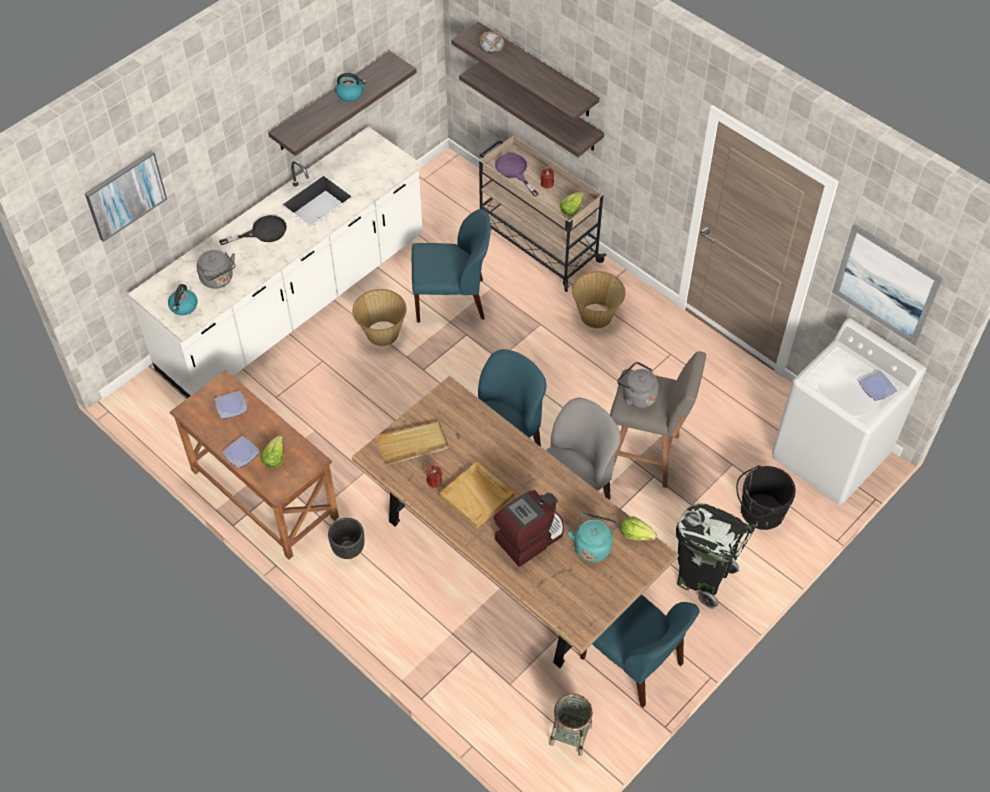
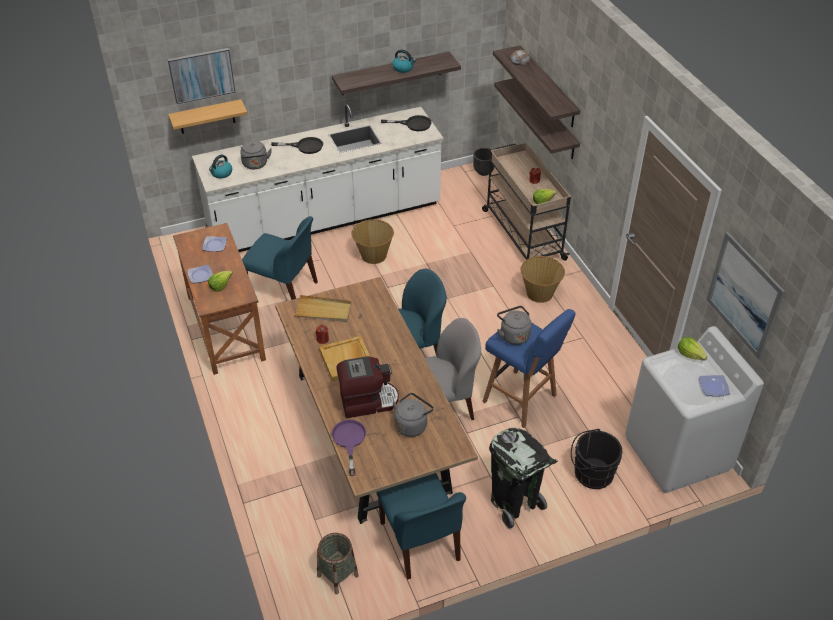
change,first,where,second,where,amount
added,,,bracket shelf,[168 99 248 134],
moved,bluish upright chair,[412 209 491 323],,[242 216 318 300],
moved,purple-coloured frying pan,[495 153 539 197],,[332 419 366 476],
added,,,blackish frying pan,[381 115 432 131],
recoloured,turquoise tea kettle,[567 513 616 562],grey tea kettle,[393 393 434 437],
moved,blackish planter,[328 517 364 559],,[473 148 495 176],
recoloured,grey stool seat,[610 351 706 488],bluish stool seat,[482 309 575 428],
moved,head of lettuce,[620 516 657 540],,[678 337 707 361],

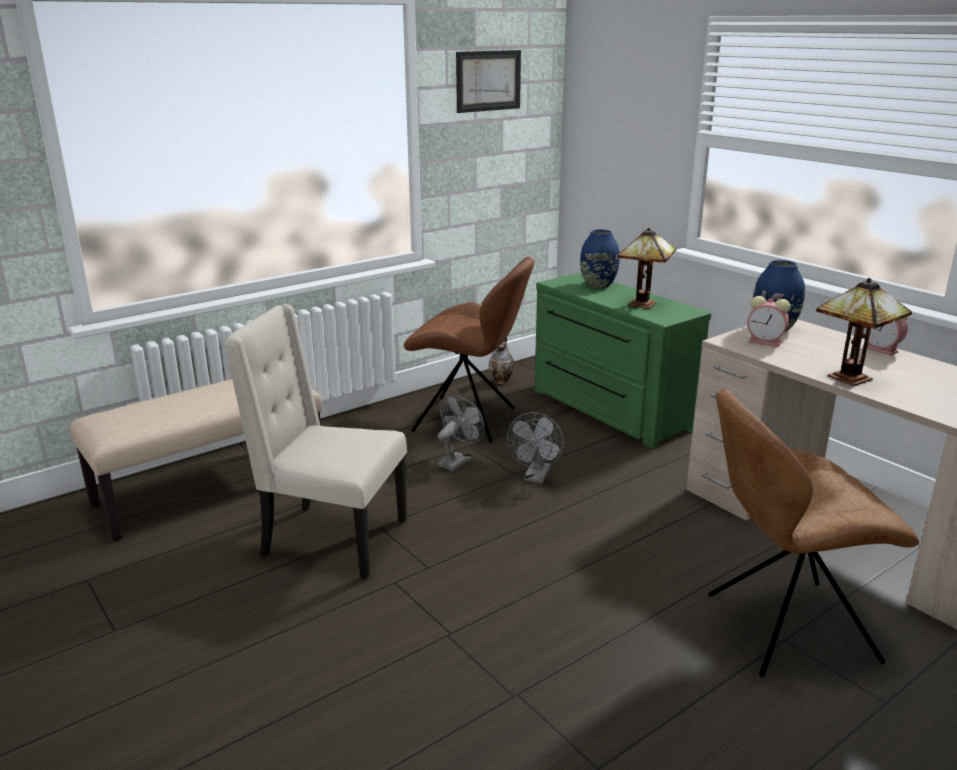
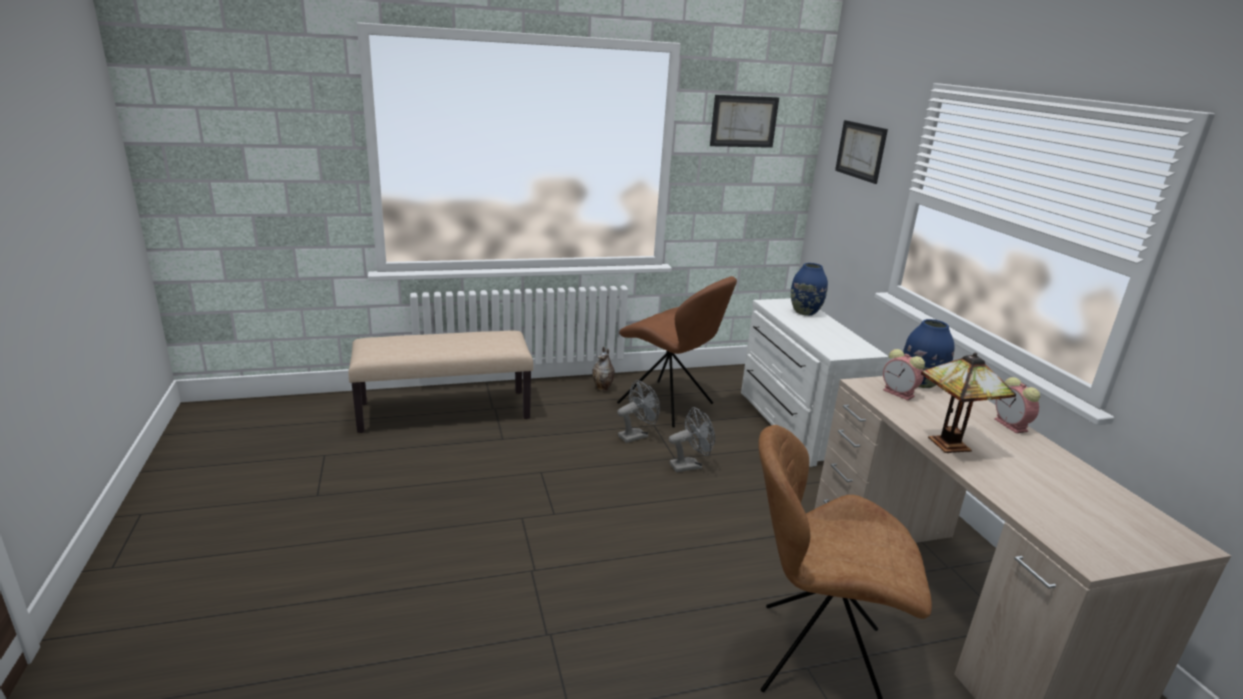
change,first,where,second,where,amount
moved,decorative vase,[489 337 514 384],,[592 347 615 391],
turned,grey fan,[507 412 564 483],,[669 407 715 472],150 degrees counterclockwise
recoloured,green drawer chest,[534 272 711 448],white-coloured drawer chest,[741 298 888 467],
added,,,wall art,[835 120 888 184],
removed,beige upright chair,[224 304 407 580],,,
removed,table lamp,[617 228 676 309],,,

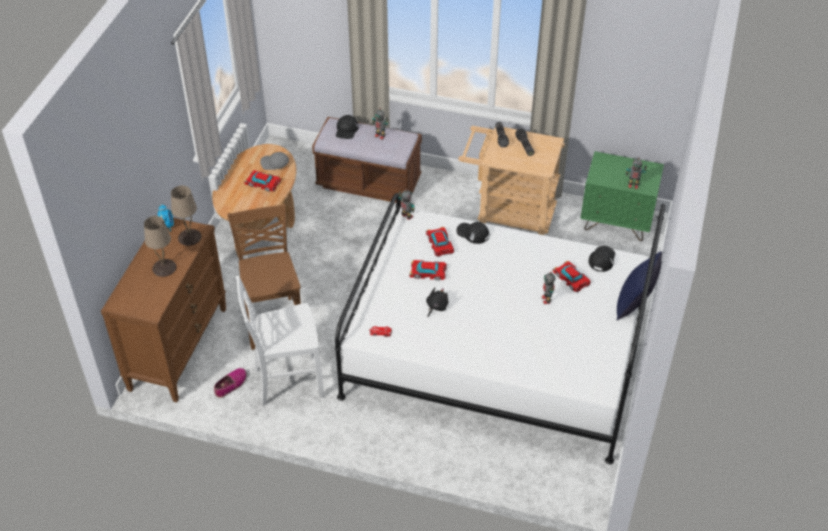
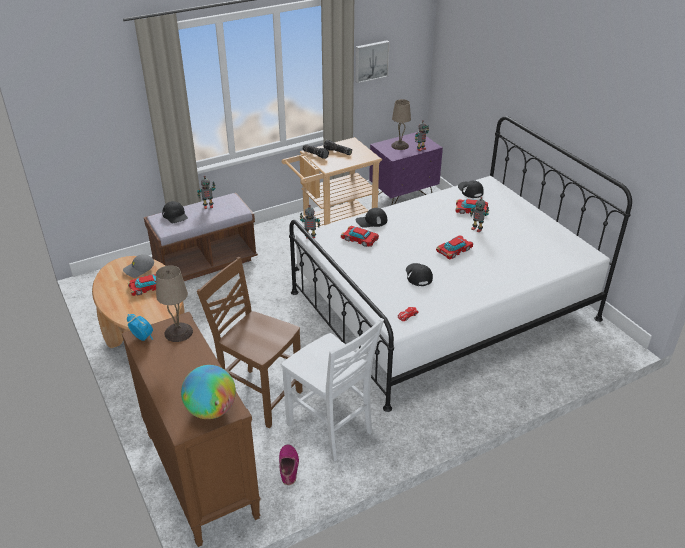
change,first,where,second,where,amount
added,,,desk globe,[181 365 236 419],
turned,white-coloured upright chair,[236 276 324 406],,[282 318 384 462],75 degrees counterclockwise
added,,,wall art,[355 40 390 83],
recoloured,green bedside table,[581 151 664 241],purple-coloured bedside table,[369 132 443 205],
moved,beige table lamp,[144 216 177 277],,[391 99 411 150],
replaced,blackish soft toy,[426 287 449 317],blackish peaked cap,[406 263 433 286],
moved,miniature car,[410 260 447 280],,[436 236 473 260],
removed,bluish pillow,[617 252 662 320],,,

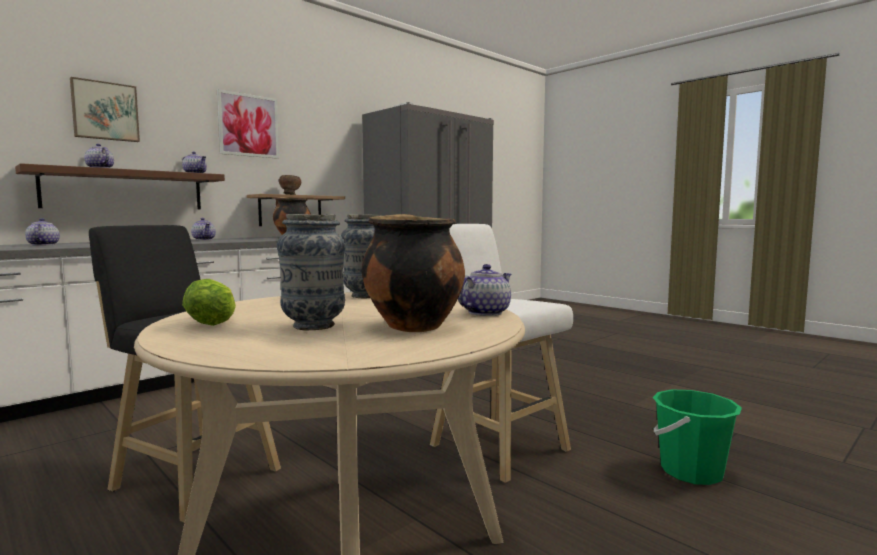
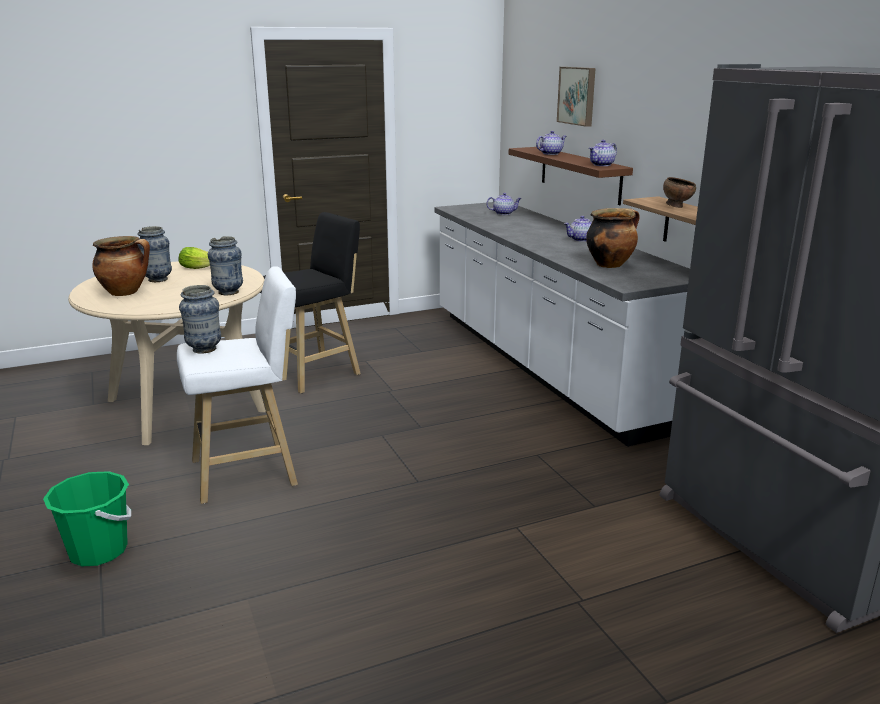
change,first,where,second,where,amount
added,,,decorative vase,[179 285 221 354],
removed,wall art,[217 89 279 159],,,
removed,pot for tea,[458 264 512 316],,,

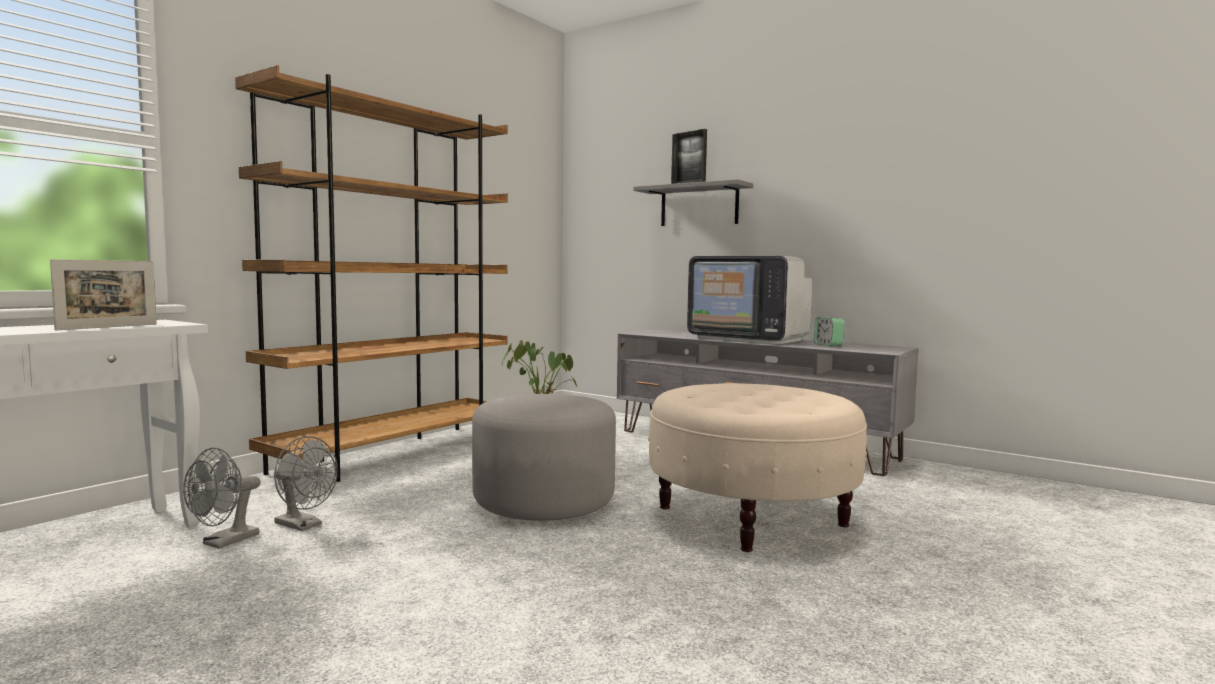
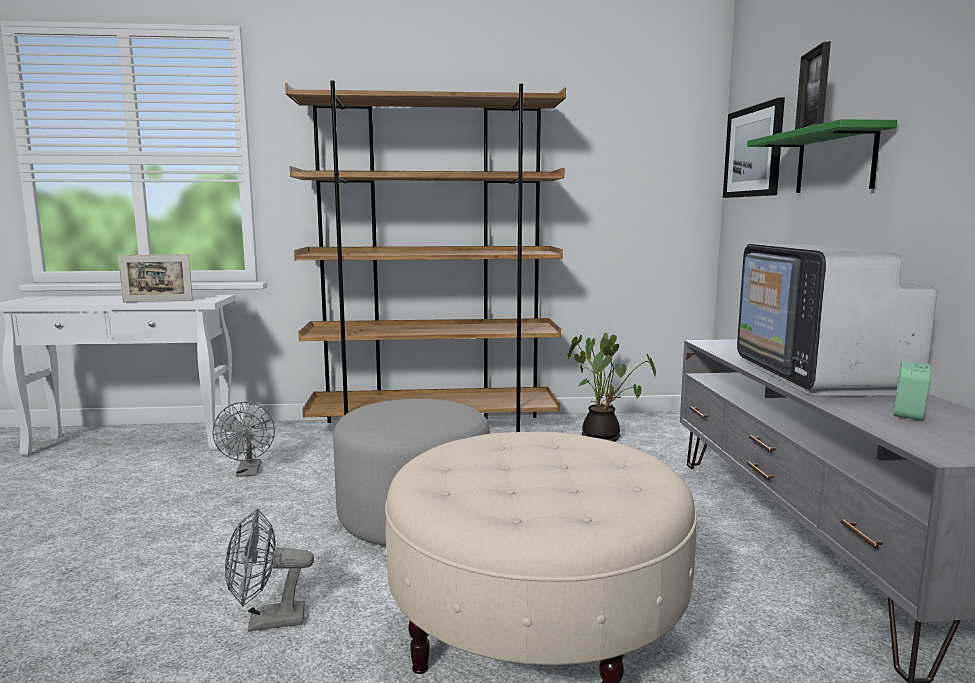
change,first,where,second,where,amount
moved,grey fan,[183 448 260 549],,[225 509 314 632],
added,,,wall art,[723 97 785 198],
recoloured,grey bracket shelf,[633 179 753 226],green bracket shelf,[747 119 897 193],

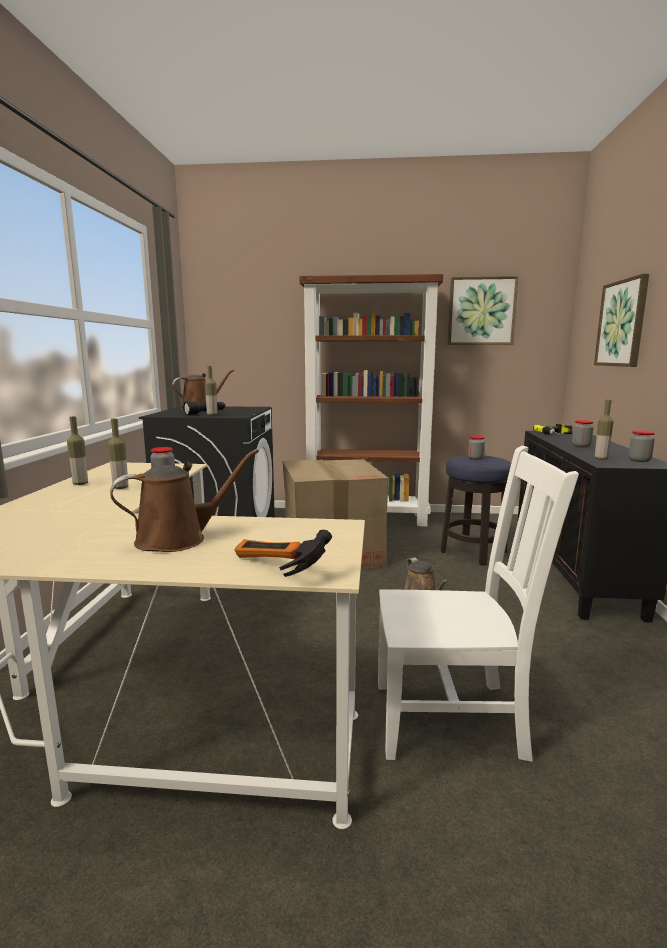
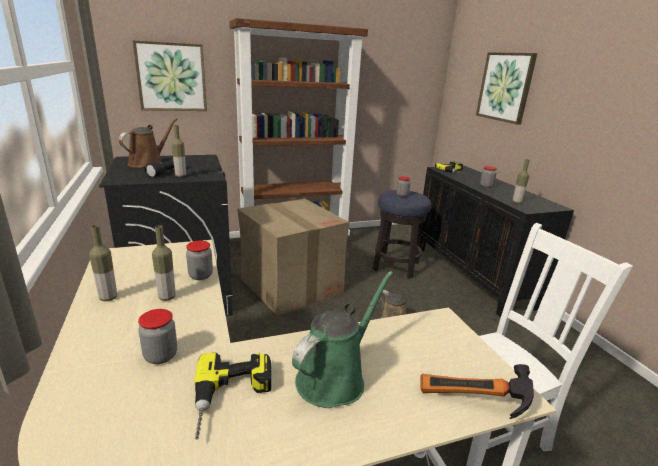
change,first,where,second,where,amount
moved,wall art,[448 276 519 345],,[132 40 207 111],
moved,preserve jar,[629 430 655 462],,[138 309 177 364],
added,,,power drill,[194 353 271 440],
recoloured,brown-coloured watering pot,[110 449 259 552],green watering pot,[292 271 393 408],

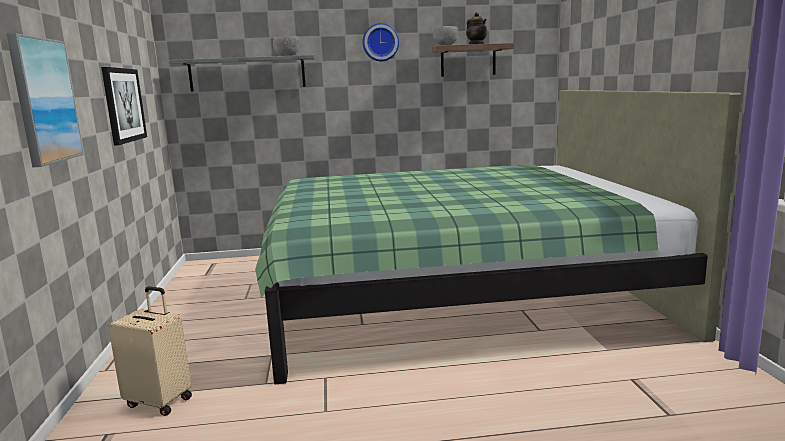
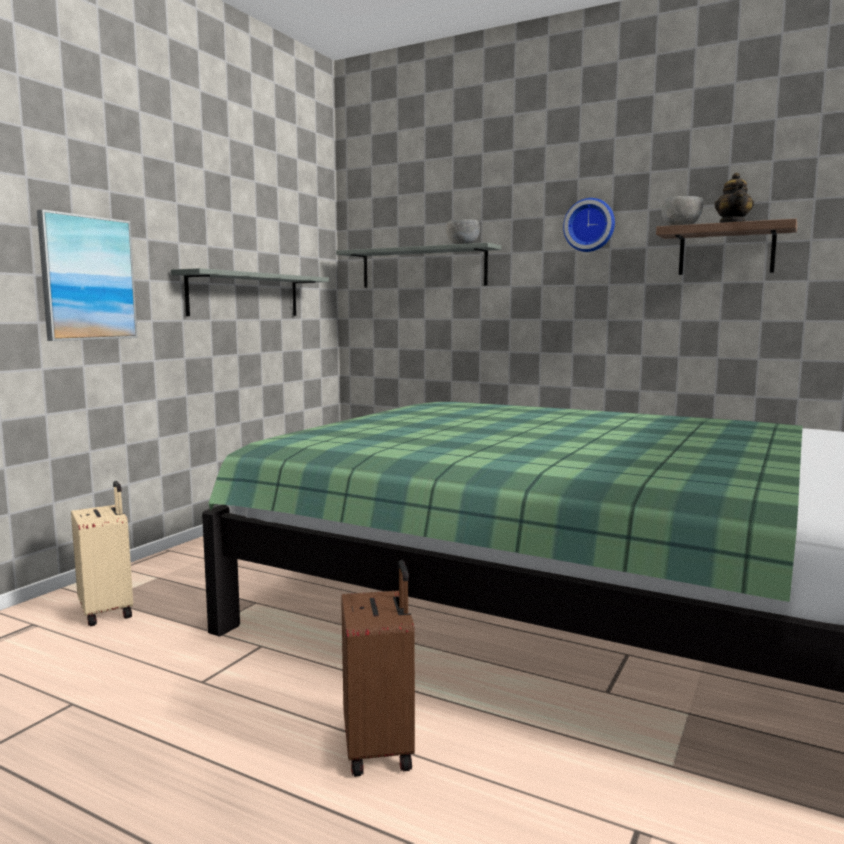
change,first,where,second,where,amount
replaced,wall art,[101 67 147 146],grey bracket shelf,[171 268 329 316],
added,,,brown-coloured travel case,[341 560 415 777],

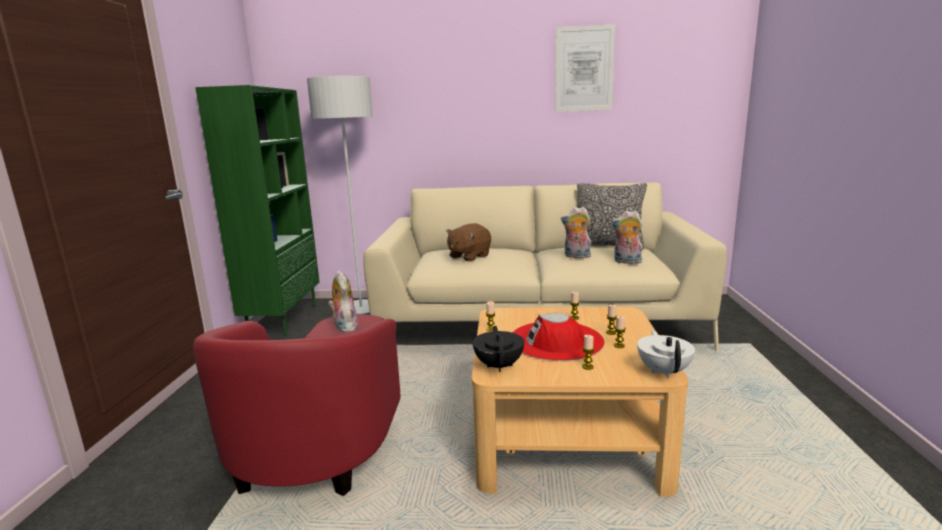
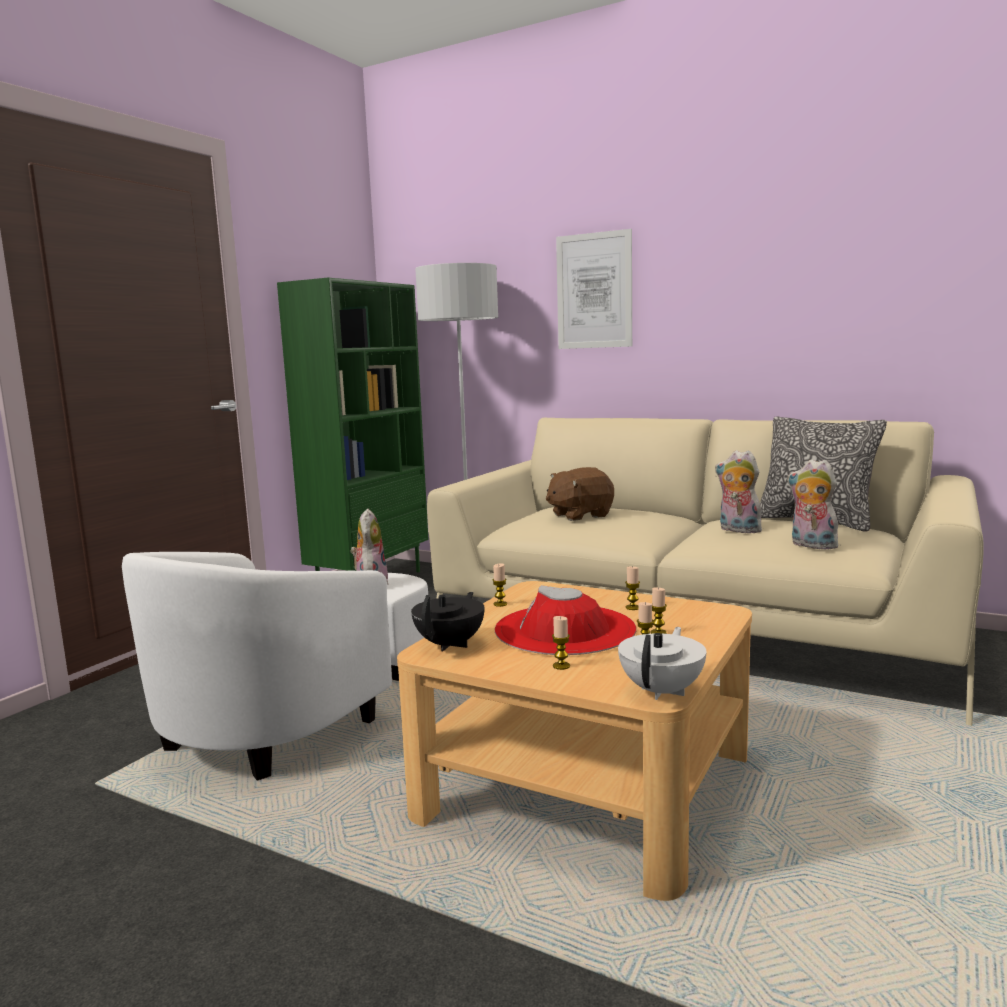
change,first,where,second,where,amount
recoloured,reddish lounge chair,[193 314 400 496],white-coloured lounge chair,[122 552 428 780],
moved,wall art,[555 24 615 112],,[556 229 632 349],

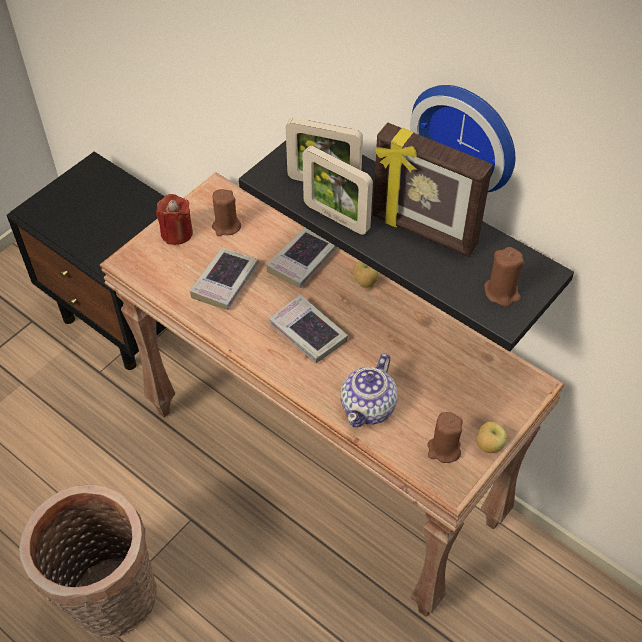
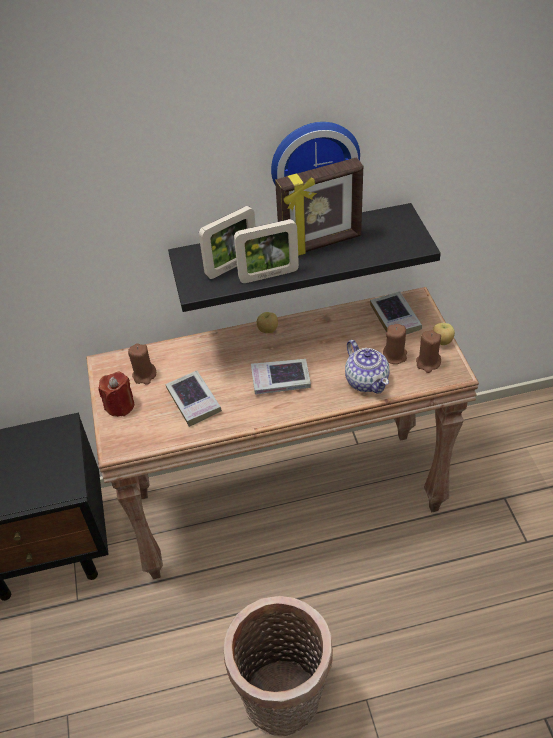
change,first,where,second,where,amount
moved,bound book,[266 227 338 288],,[370 291 422 335],
moved,brown-coloured wax light,[484 247 524 307],,[383 324 407 364],

